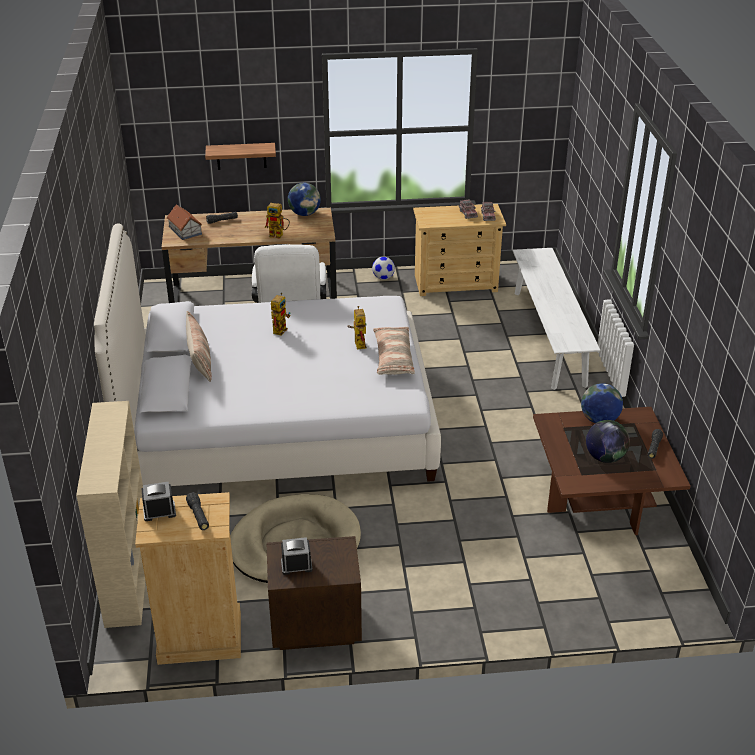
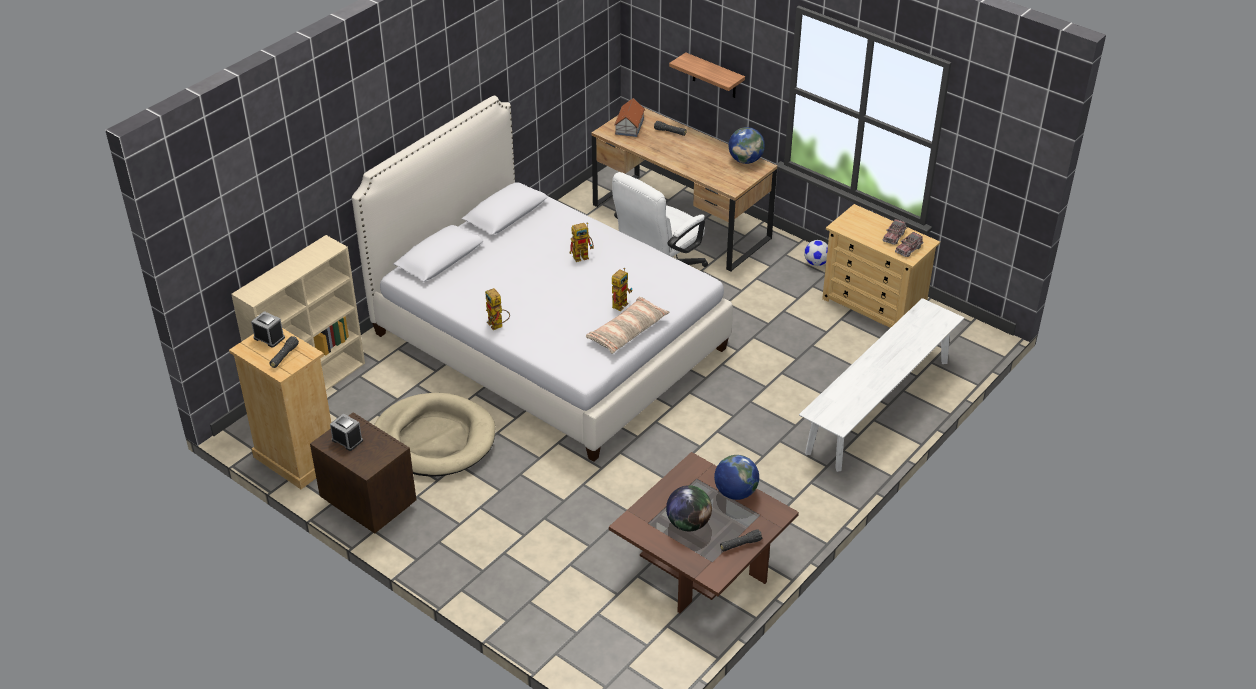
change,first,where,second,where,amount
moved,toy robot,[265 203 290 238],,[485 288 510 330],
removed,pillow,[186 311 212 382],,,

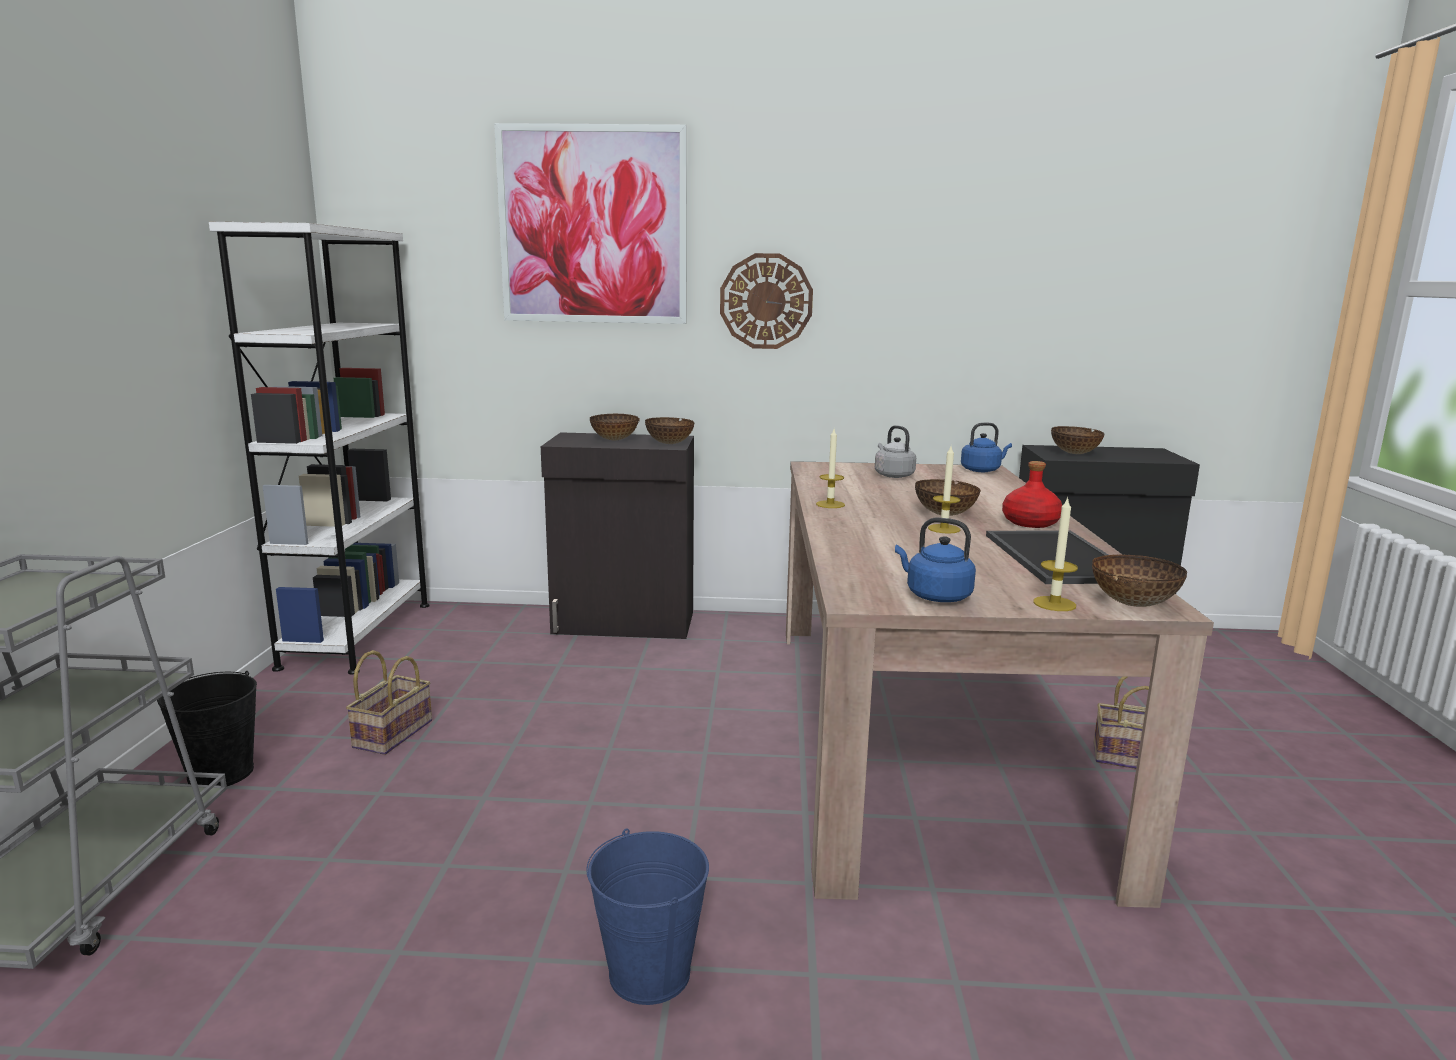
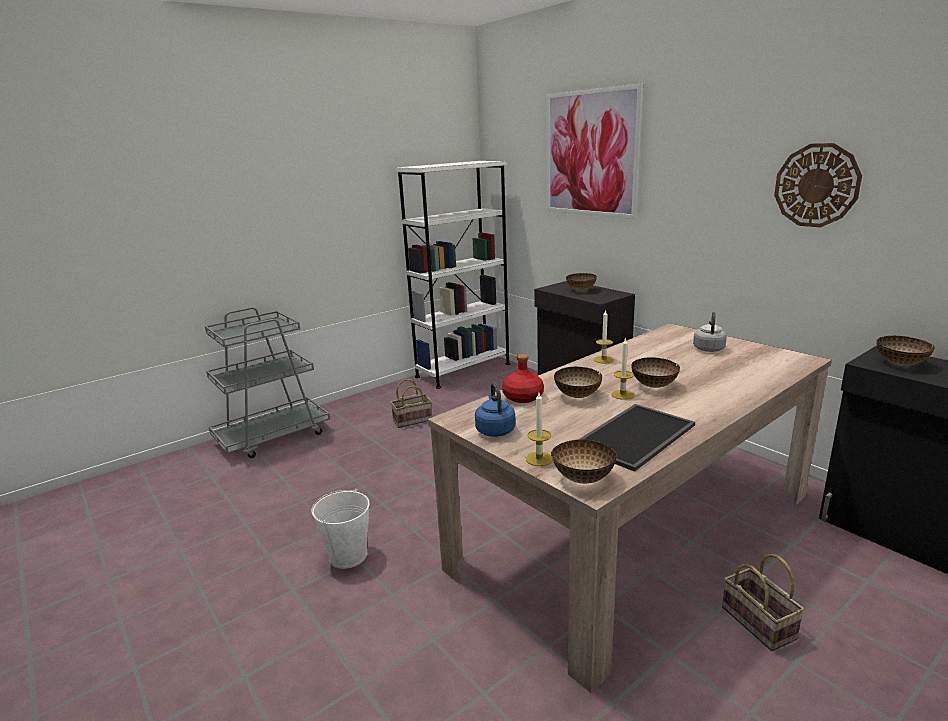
change,first,where,second,where,amount
recoloured,bluish bucket,[586 828 709 1005],white-coloured bucket,[311 489 370 569],
moved,reddish drink bottle,[1002 461 1062 528],,[502 354 544 403],
moved,deep dish,[645 417 694 444],,[554 367 602 398],
moved,hanging clock,[720 253 813 349],,[774 143 862 227],
removed,blackish bucket,[157 671 257 786],,,
removed,bluish tea kettle,[961 423 1012 472],,,

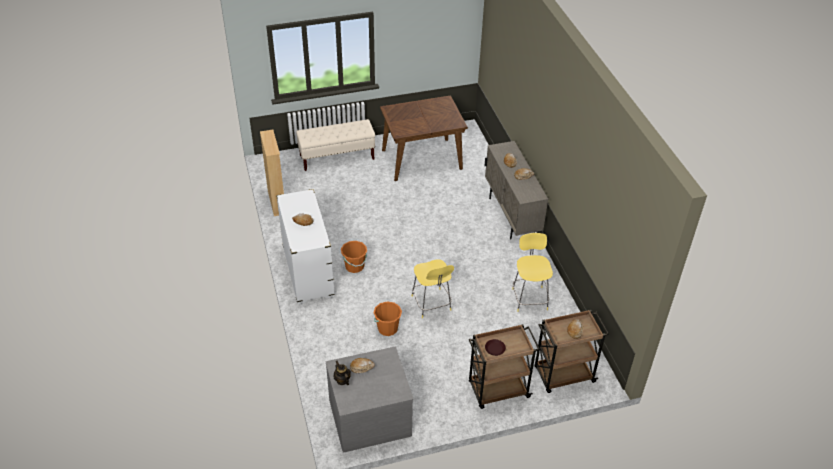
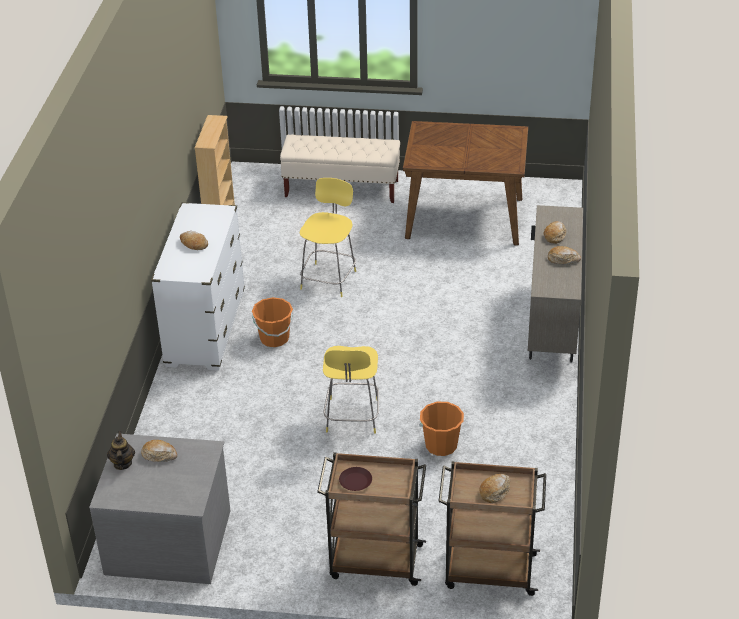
change,first,where,second,where,amount
moved,yellowish stool seat,[512 233 553 312],,[300 178 356 297],
moved,orangey bucket,[374 302 402 336],,[419 402 464 456],

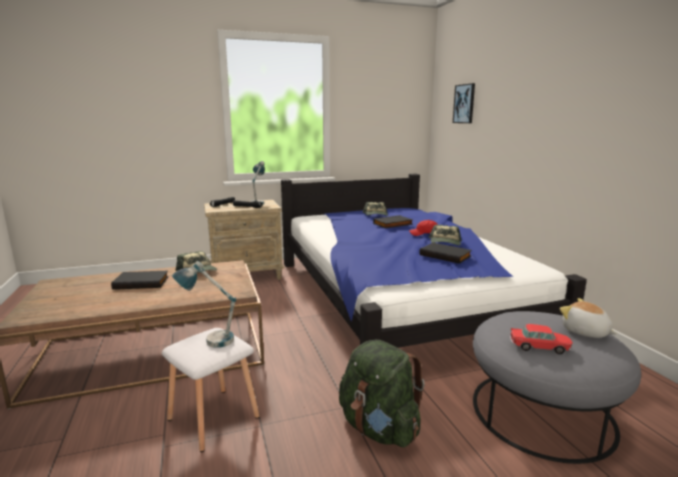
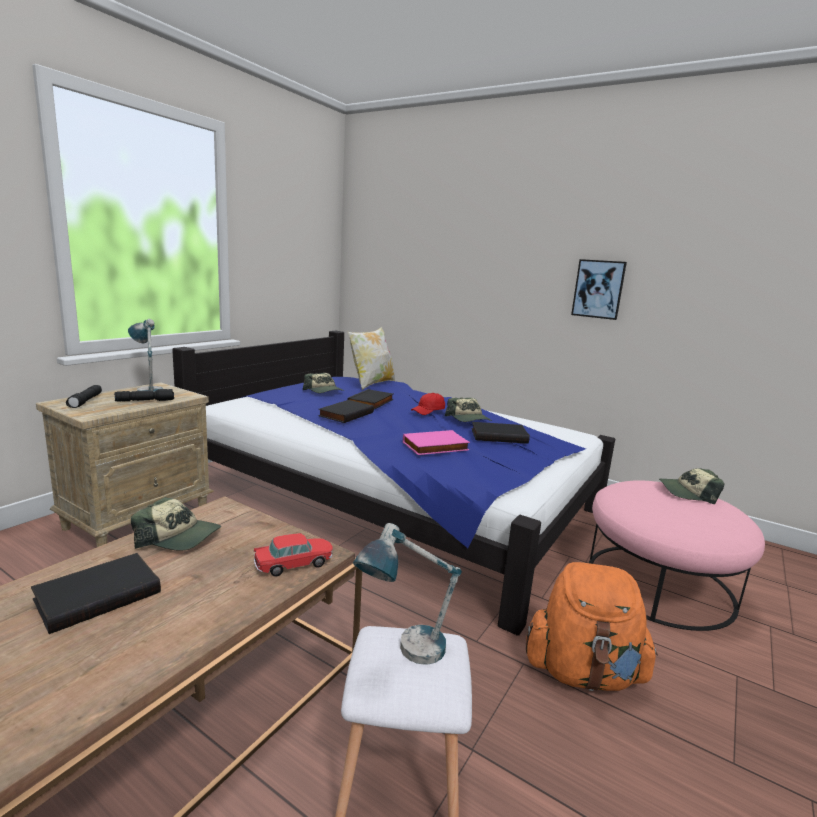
change,first,where,second,where,amount
moved,miniature car,[510 324 573 354],,[254 533 333 577],
added,,,blackish bound book,[318 400 374 423],
added,,,pillow,[348 327 395 390],
added,,,pink bound book,[403 430 470 455],
recoloured,green knapsack,[339 340 425 447],orangey knapsack,[526 562 658 691],
moved,wall art,[453 83 475 123],,[571 259 627 320],
recoloured,grey footrest,[473 311 641 464],pink footrest,[589 480 765 631],
replaced,soft toy,[560 298 617 338],peaked cap,[659 468 725 504],

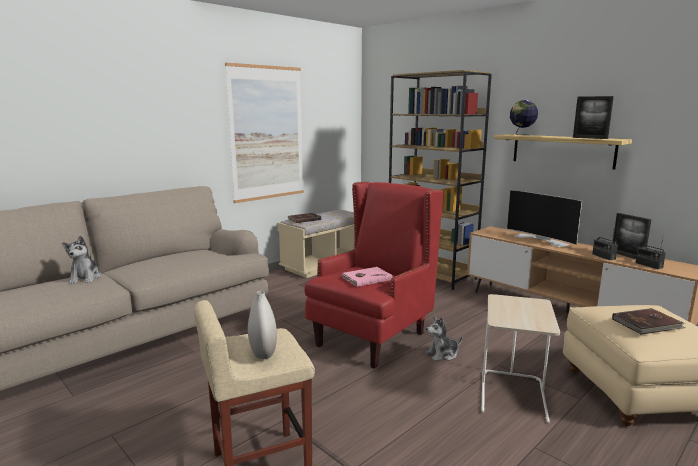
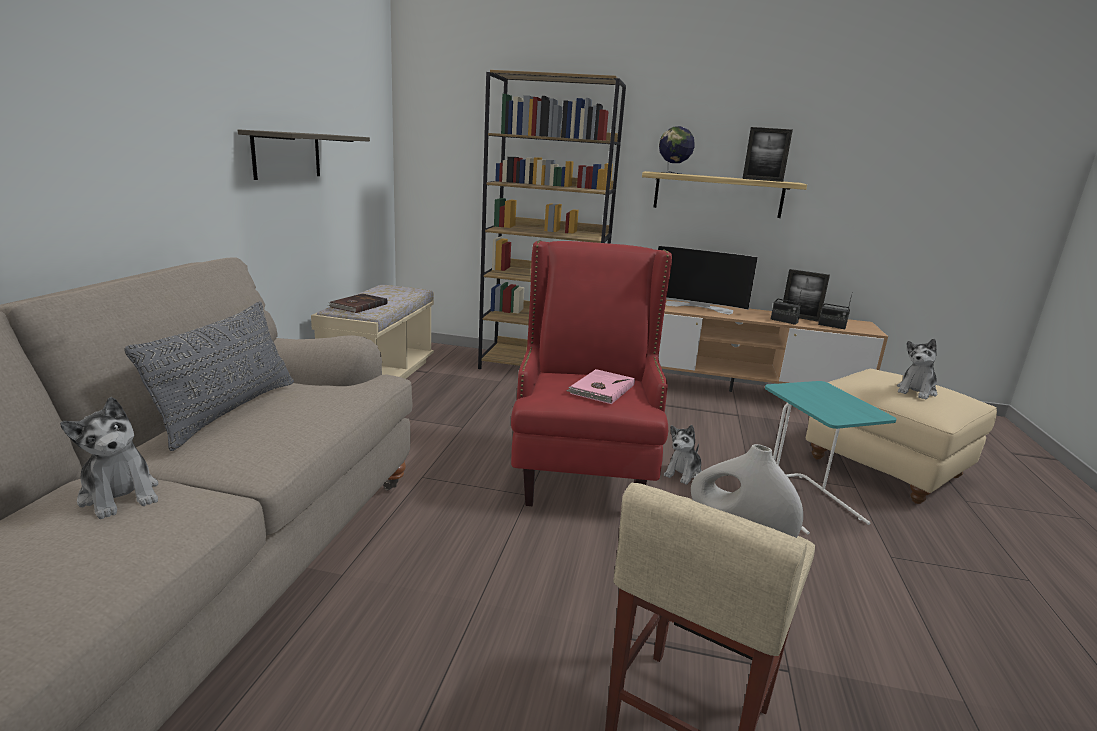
change,first,where,second,where,amount
added,,,grey pillow,[124 301 294 451],
replaced,wall art,[225 63 304 203],bracket shelf,[238 129 370 180],
recoloured,beige side table,[481 294 560 424],turquoise side table,[765 381 896 535],
replaced,brown-coloured bound book,[612 308 685 335],soft toy,[897 339 937 400],

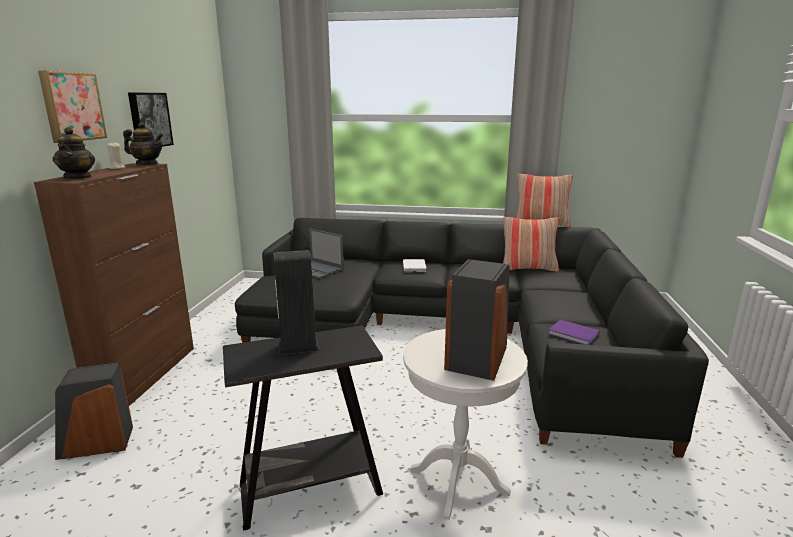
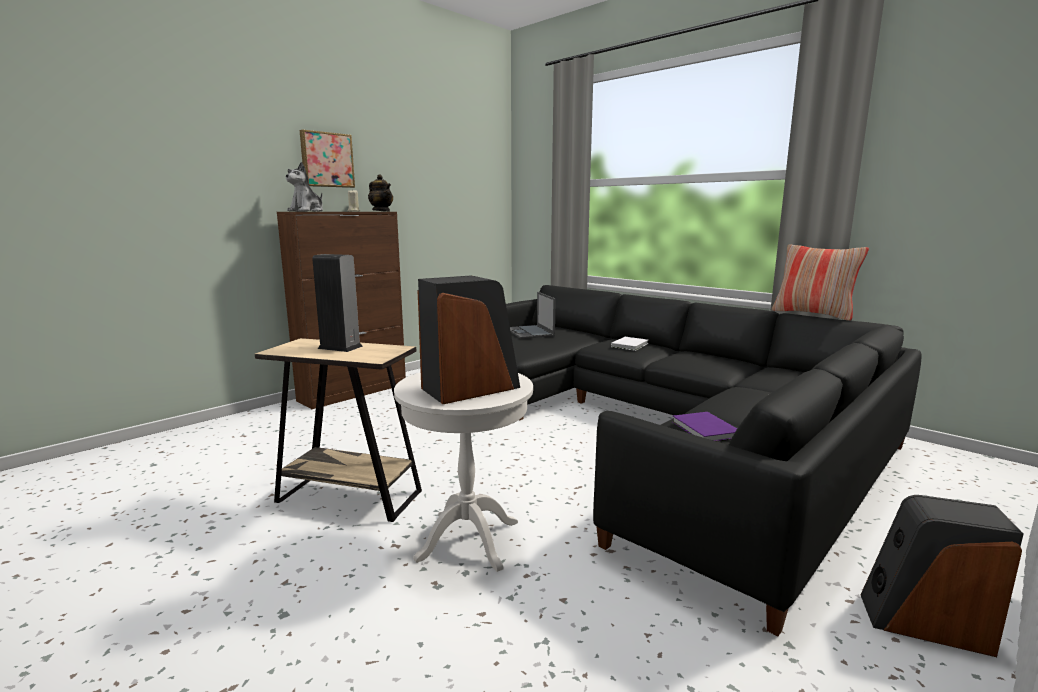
change,first,where,second,where,amount
recoloured,blackish side table,[223 325 383 531],beige side table,[255 338 422 522],
replaced,pot for tea,[53 127 95 179],soft toy,[286 162 323 211],
moved,loudspeaker,[55 362 133 460],,[861 495 1024 657],
removed,wall art,[128 93 174 147],,,
removed,pillow,[503 217 559 272],,,

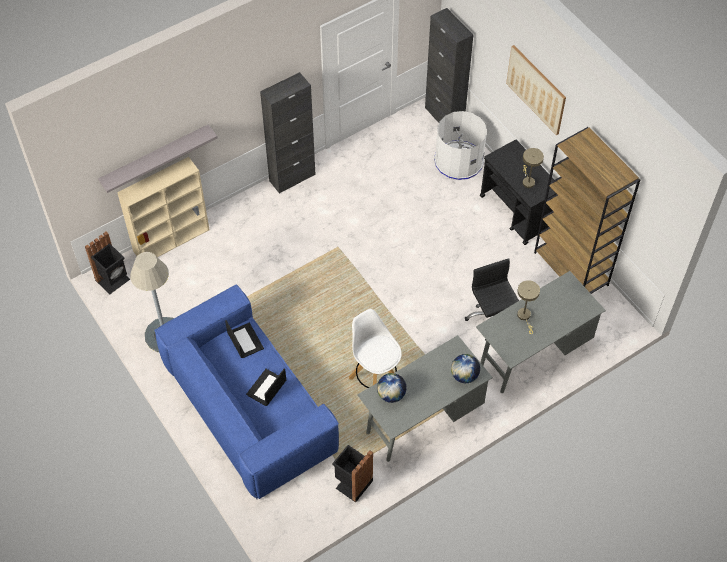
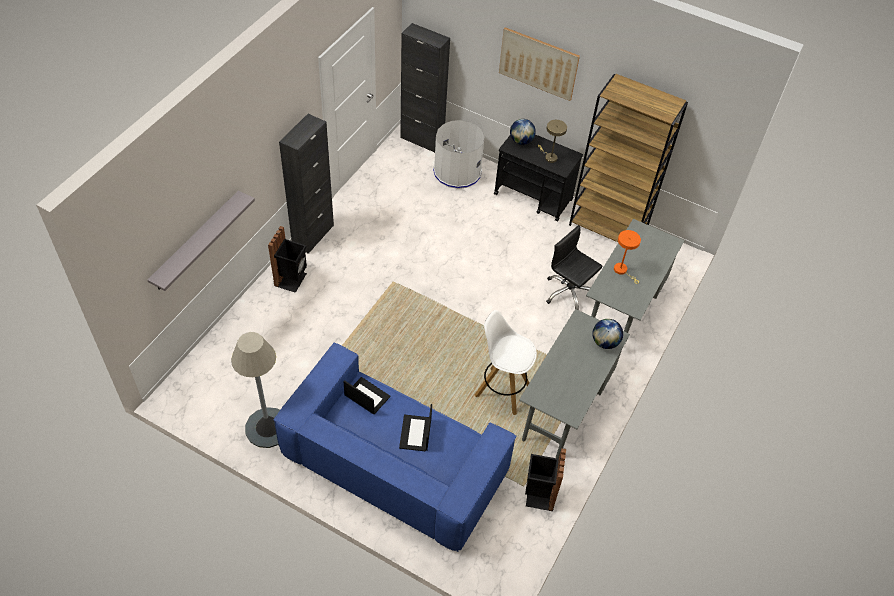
change,first,where,second,where,amount
moved,blackish rubbish bin,[85 232 130 295],,[268 226 307 293],
moved,desk globe,[377 373 407 403],,[510 119 536 145],
recoloured,beige table lamp,[517 280 540 334],orangey table lamp,[614 230 641 284],
removed,beige bookcase,[117 157 209 257],,,

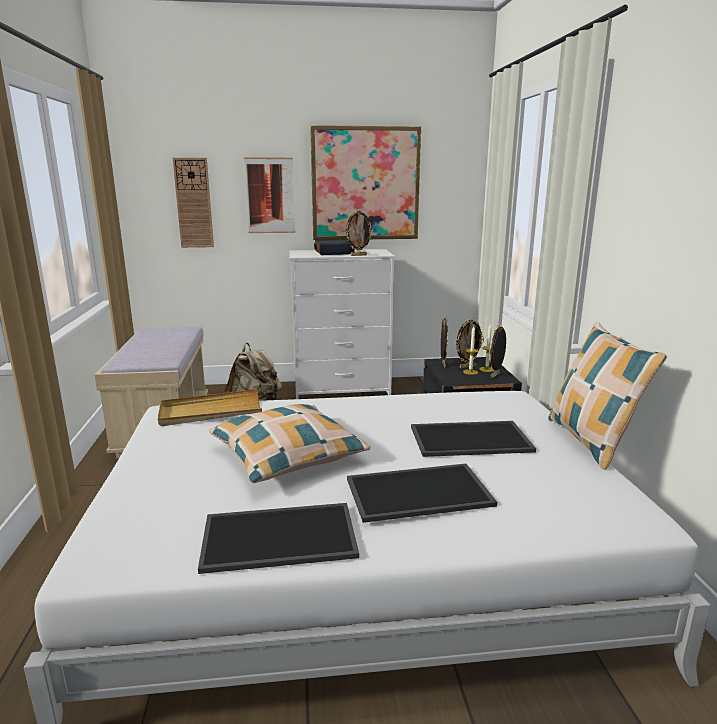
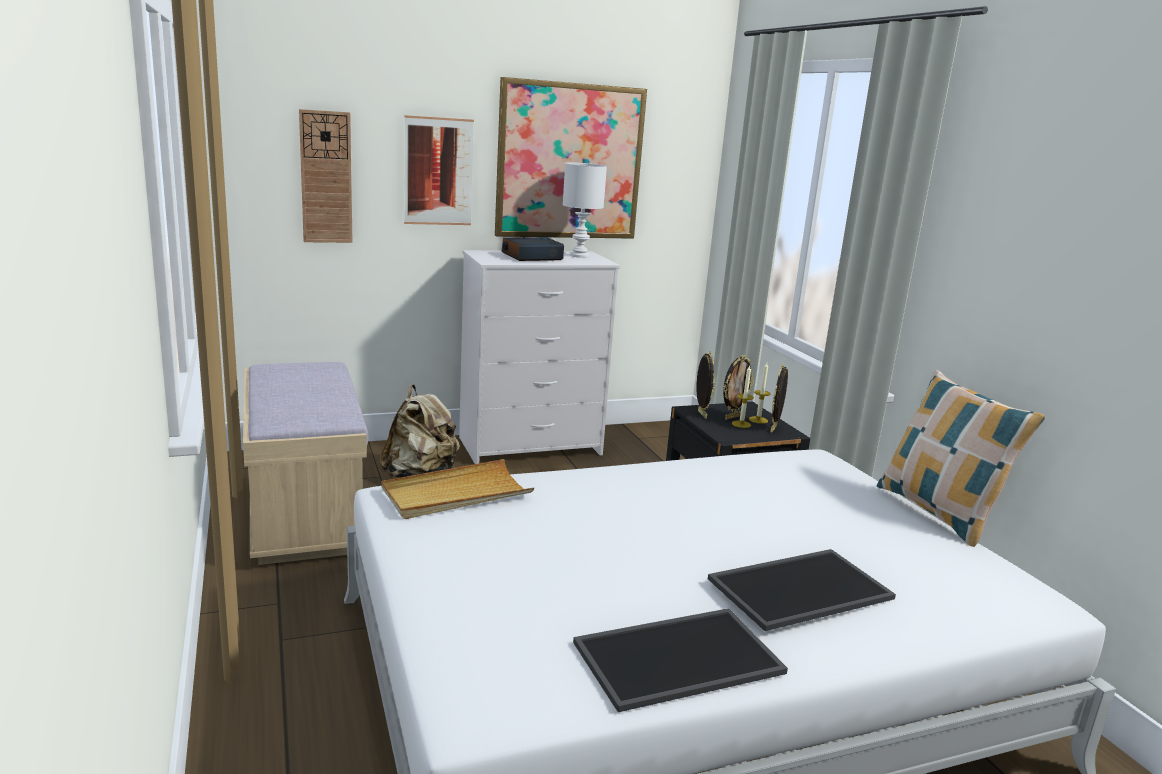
change,first,where,second,where,amount
added,,,white-coloured table lamp,[563 162 607 258],
removed,pillow,[209 404 371 483],,,
removed,photo frame,[345 210 373 256],,,
removed,serving tray,[411 421 536 457],,,

